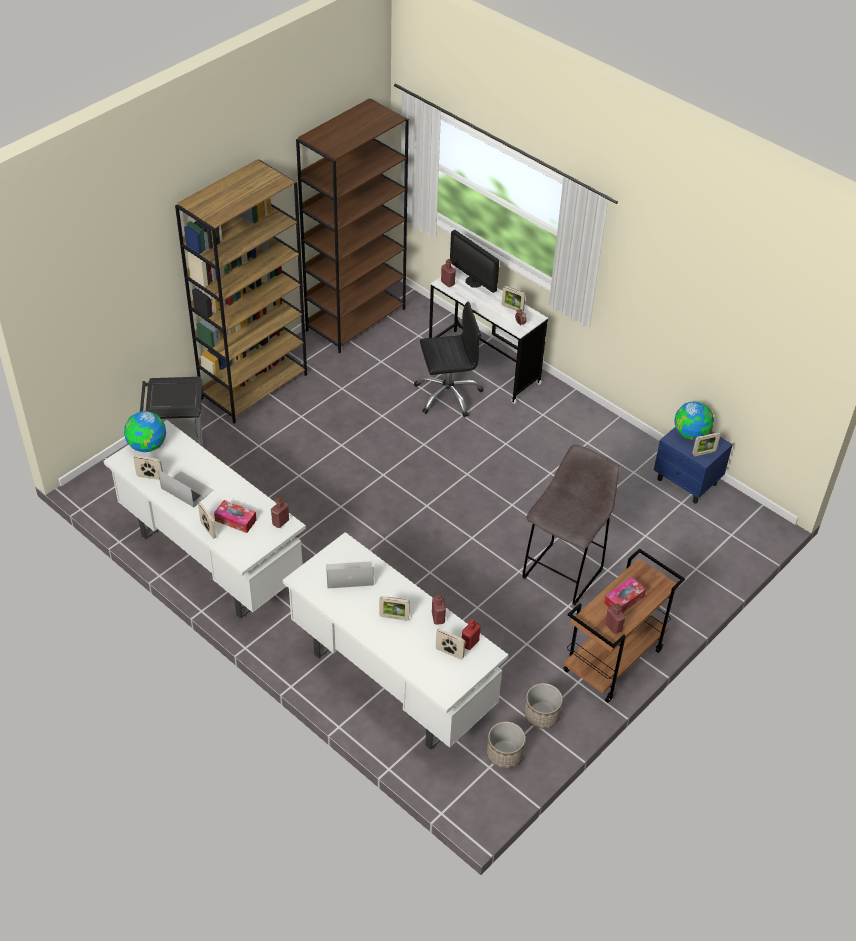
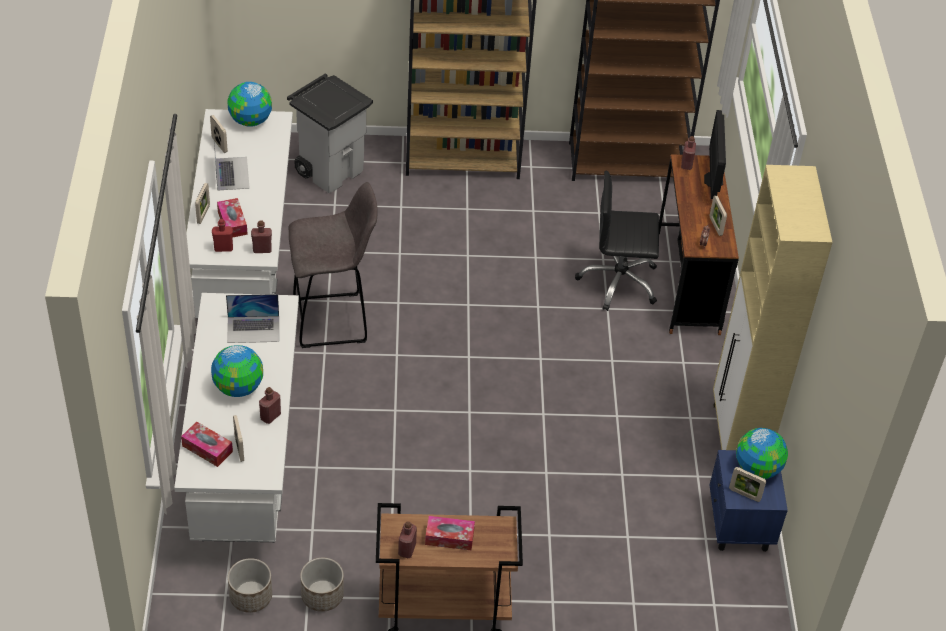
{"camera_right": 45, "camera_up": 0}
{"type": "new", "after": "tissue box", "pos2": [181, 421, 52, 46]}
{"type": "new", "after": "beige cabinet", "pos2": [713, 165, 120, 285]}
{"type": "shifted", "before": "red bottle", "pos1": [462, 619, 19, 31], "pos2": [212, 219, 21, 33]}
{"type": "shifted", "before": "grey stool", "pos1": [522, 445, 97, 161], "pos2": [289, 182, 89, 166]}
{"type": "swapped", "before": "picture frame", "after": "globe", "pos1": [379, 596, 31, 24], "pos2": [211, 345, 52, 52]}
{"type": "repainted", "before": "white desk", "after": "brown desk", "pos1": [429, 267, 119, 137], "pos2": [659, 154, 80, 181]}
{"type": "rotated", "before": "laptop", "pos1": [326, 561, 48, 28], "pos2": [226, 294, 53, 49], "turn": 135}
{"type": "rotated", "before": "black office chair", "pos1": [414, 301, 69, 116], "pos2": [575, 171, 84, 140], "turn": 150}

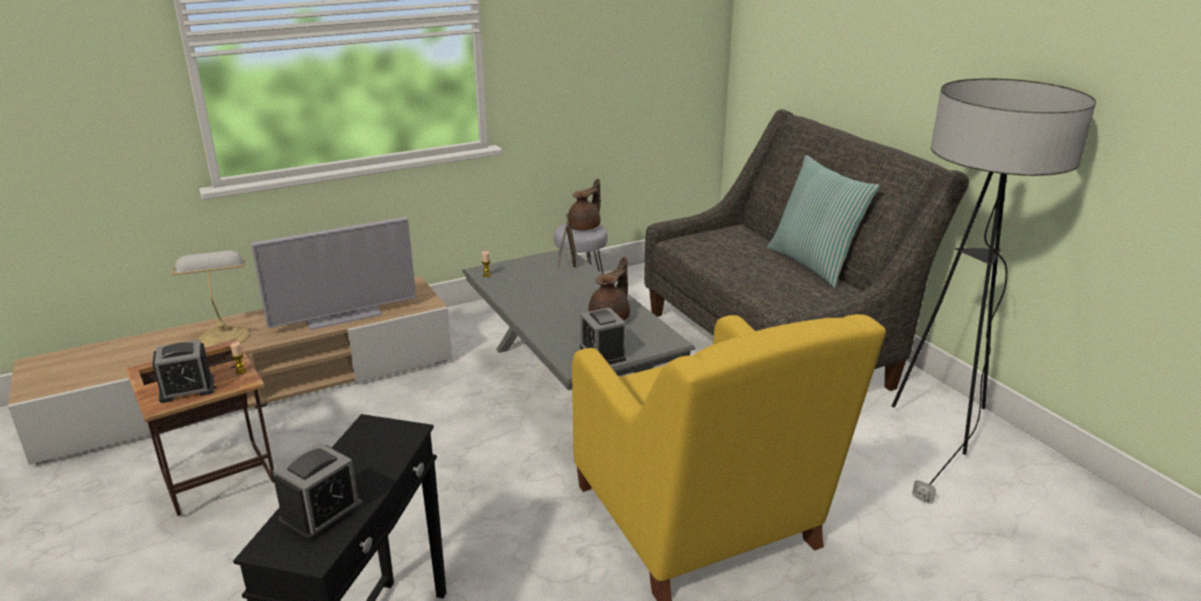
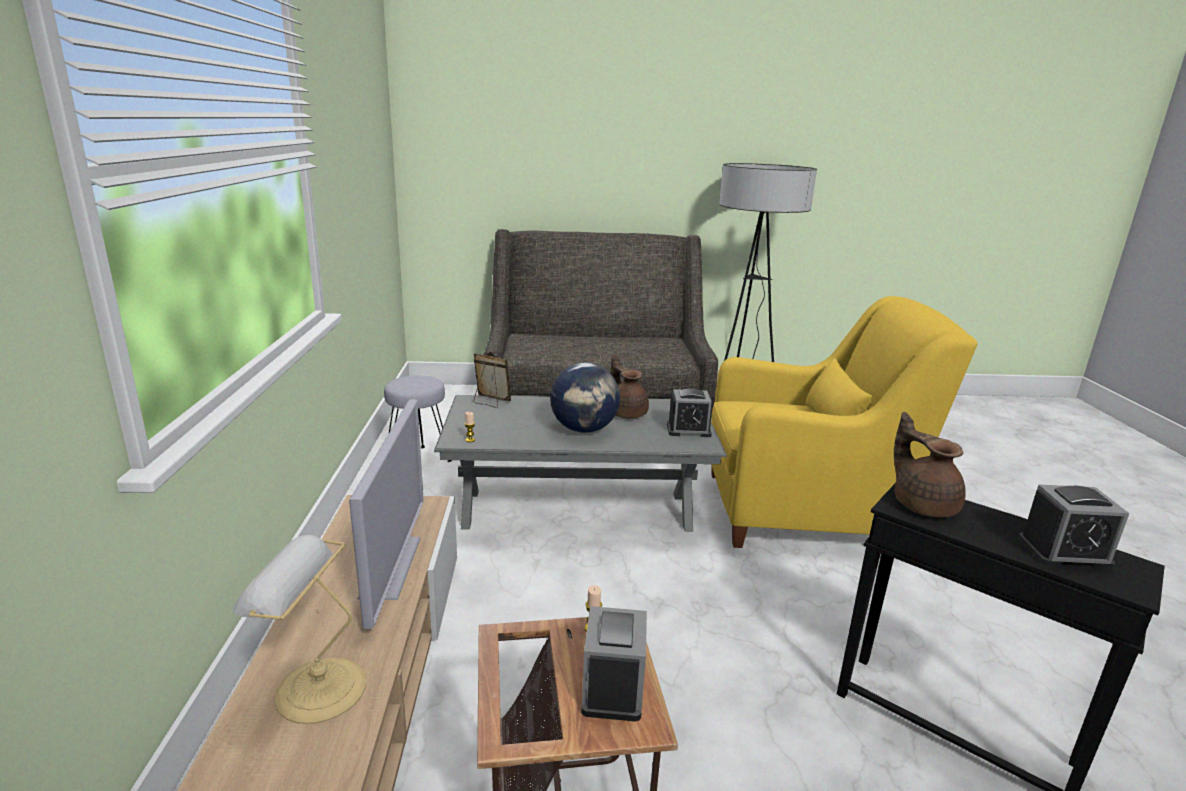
{"camera_right": -65, "camera_up": -5}
{"type": "gone", "before": "pillow", "pos1": [768, 155, 112, 133]}
{"type": "new", "after": "globe", "pos2": [550, 363, 70, 70]}
{"type": "shifted", "before": "brown teapot", "pos1": [568, 178, 33, 52], "pos2": [894, 412, 72, 106]}
{"type": "rotated", "before": "alarm clock", "pos1": [273, 442, 90, 100], "pos2": [1018, 485, 112, 84], "turn": 120}

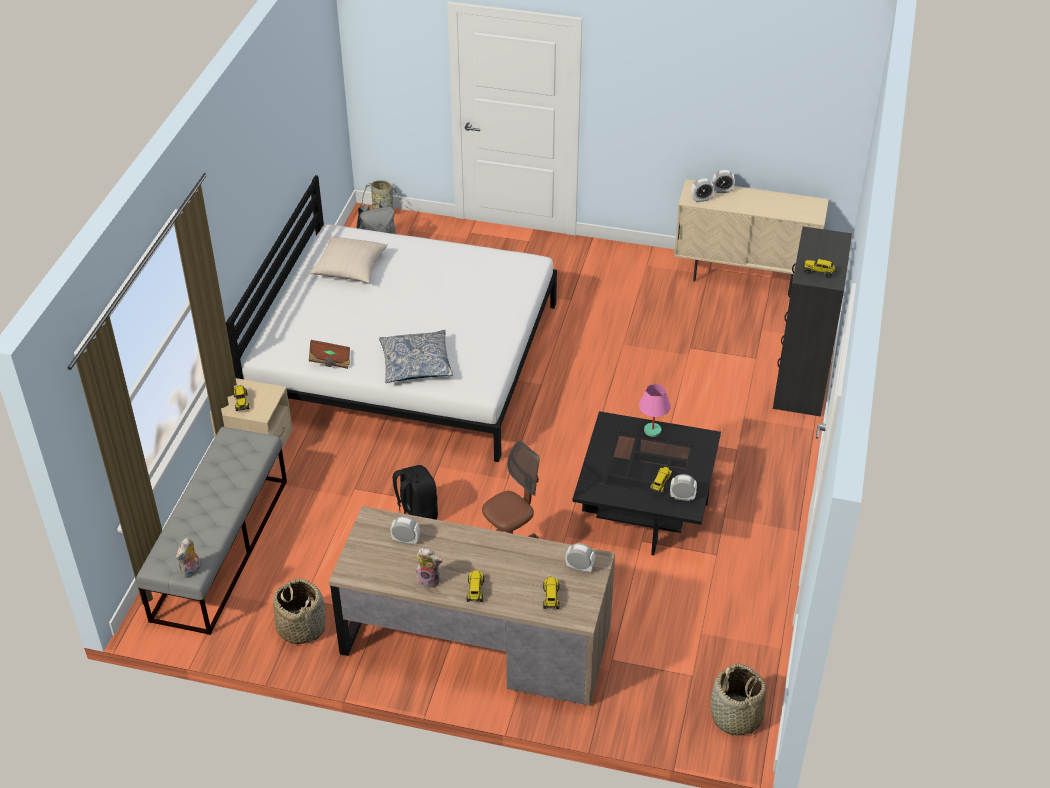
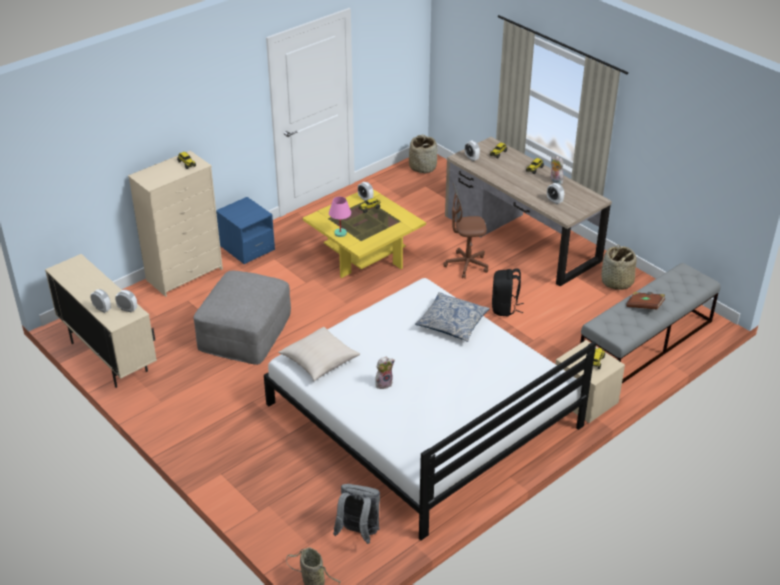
{"camera_right": -145, "camera_up": -5}
{"type": "new", "after": "grey ottoman", "pos2": [194, 271, 97, 94]}
{"type": "new", "after": "blue nightstand", "pos2": [216, 197, 59, 67]}
{"type": "shifted", "before": "plush toy", "pos1": [176, 537, 25, 41], "pos2": [375, 357, 20, 32]}
{"type": "shifted", "before": "brown book", "pos1": [309, 340, 41, 29], "pos2": [626, 292, 39, 18]}
{"type": "shifted", "before": "beige pillow", "pos1": [310, 236, 78, 47], "pos2": [278, 327, 82, 54]}
{"type": "repainted", "before": "black coffee table", "after": "yellow coffee table", "pos1": [572, 411, 149, 144], "pos2": [303, 189, 123, 89]}
{"type": "repainted", "before": "black dresser", "after": "beige dresser", "pos1": [773, 226, 79, 191], "pos2": [128, 151, 95, 146]}

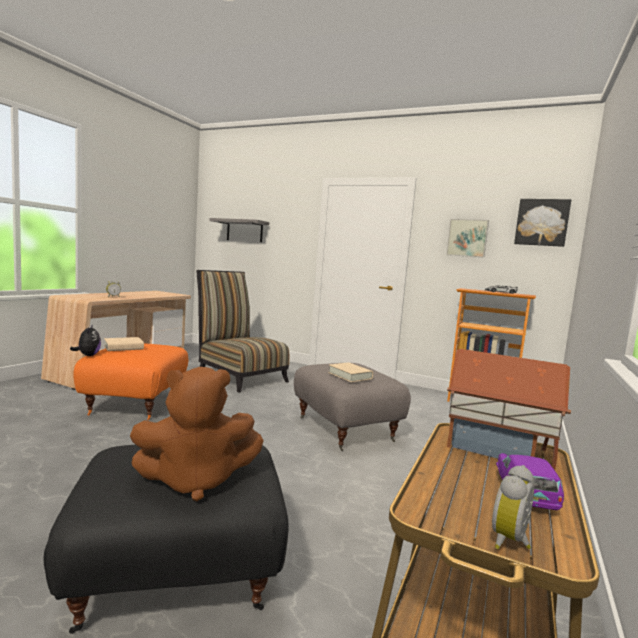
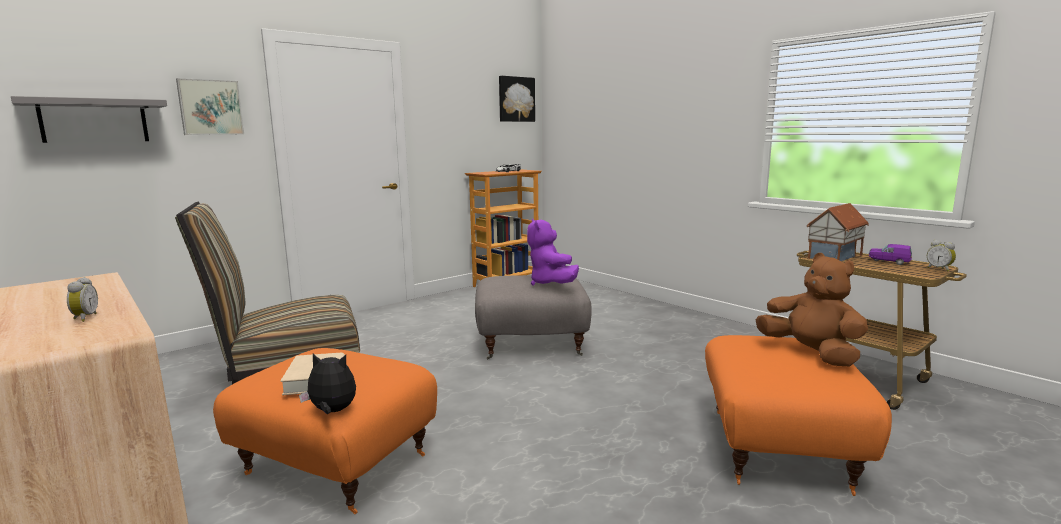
{"camera_right": -65, "camera_up": 5}
{"type": "shifted", "before": "picture", "pos1": [446, 219, 43, 39], "pos2": [176, 78, 68, 57]}
{"type": "swapped", "before": "beige book", "after": "purple plush toy", "pos1": [328, 362, 45, 20], "pos2": [527, 219, 52, 67]}
{"type": "repainted", "before": "black ottoman", "after": "orange ottoman", "pos1": [44, 444, 245, 190], "pos2": [705, 335, 187, 161]}
{"type": "rotated", "before": "brown plush toy", "pos1": [130, 367, 134, 135], "pos2": [756, 253, 112, 113], "turn": -45}

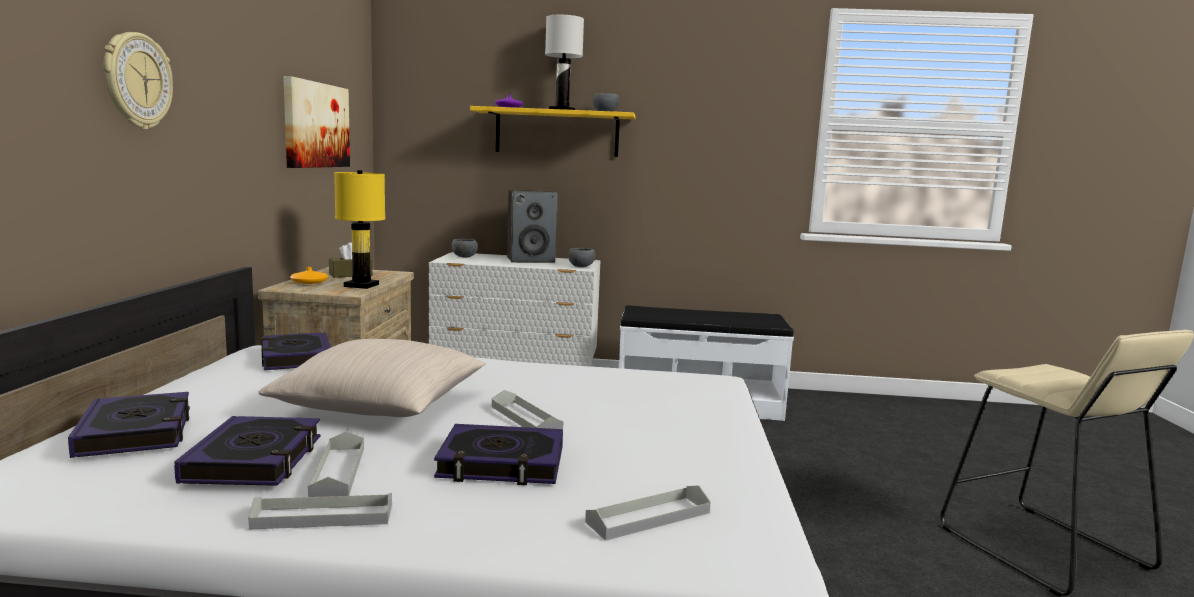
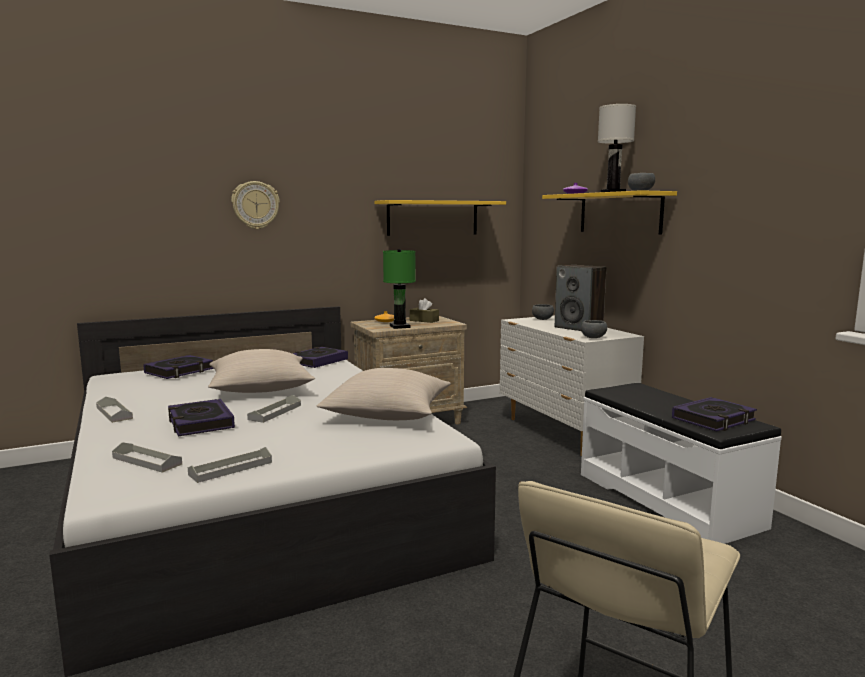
{"camera_right": 60, "camera_up": 0}
{"type": "new", "after": "beige pillow", "pos2": [317, 368, 134, 52]}
{"type": "shifted", "before": "book", "pos1": [174, 416, 147, 70], "pos2": [672, 397, 85, 35]}
{"type": "shifted", "before": "grey tray", "pos1": [308, 431, 56, 66], "pos2": [188, 447, 84, 36]}
{"type": "swapped", "before": "picture", "after": "yellow shelf", "pos1": [283, 76, 67, 92], "pos2": [375, 200, 131, 36]}
{"type": "repainted", "before": "yellow table lamp", "after": "green table lamp", "pos1": [334, 170, 51, 119], "pos2": [383, 249, 33, 80]}

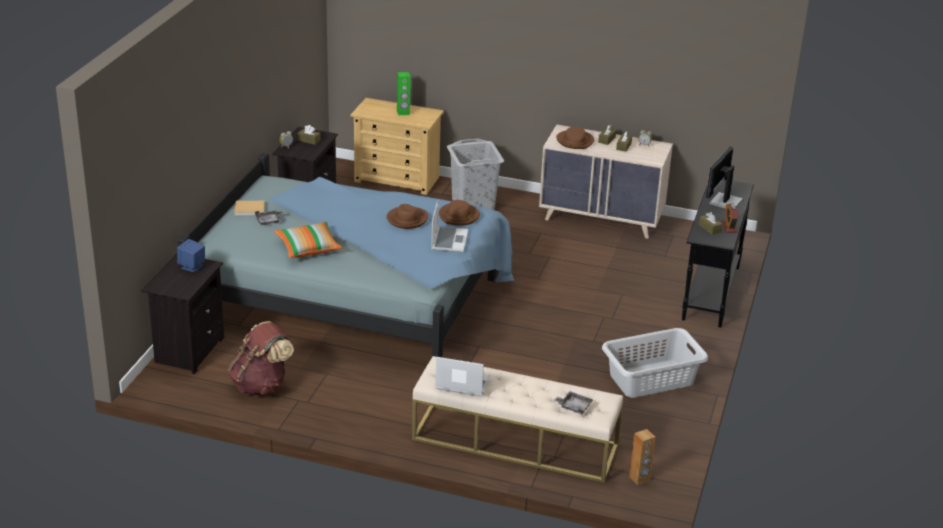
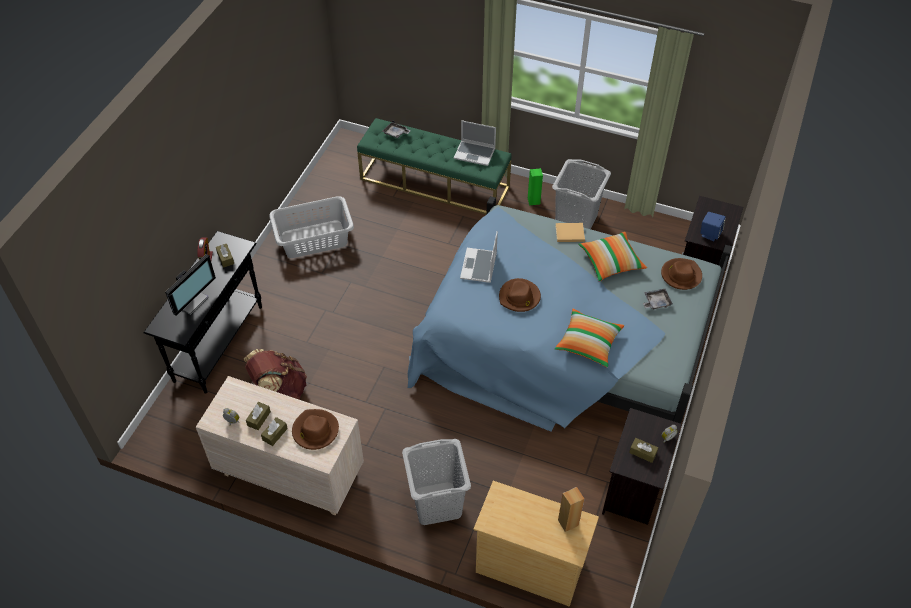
{"camera_right": -175, "camera_up": 20}
{"type": "new", "after": "grey laundry basket", "pos2": [552, 159, 59, 70]}
{"type": "new", "after": "pillow", "pos2": [555, 309, 69, 59]}
{"type": "shifted", "before": "brown backpack", "pos1": [228, 321, 66, 74], "pos2": [243, 349, 64, 51]}
{"type": "shifted", "before": "beige book", "pos1": [234, 201, 31, 15], "pos2": [555, 223, 30, 19]}
{"type": "shifted", "before": "green speaker", "pos1": [397, 72, 14, 43], "pos2": [528, 168, 15, 38]}
{"type": "shifted", "before": "brown hat", "pos1": [439, 200, 41, 26], "pos2": [661, 258, 41, 32]}
{"type": "shifted", "before": "brown speaker", "pos1": [629, 429, 26, 56], "pos2": [558, 487, 26, 45]}
{"type": "repainted", "before": "beige bench", "after": "green bench", "pos1": [412, 356, 211, 127], "pos2": [357, 118, 155, 96]}

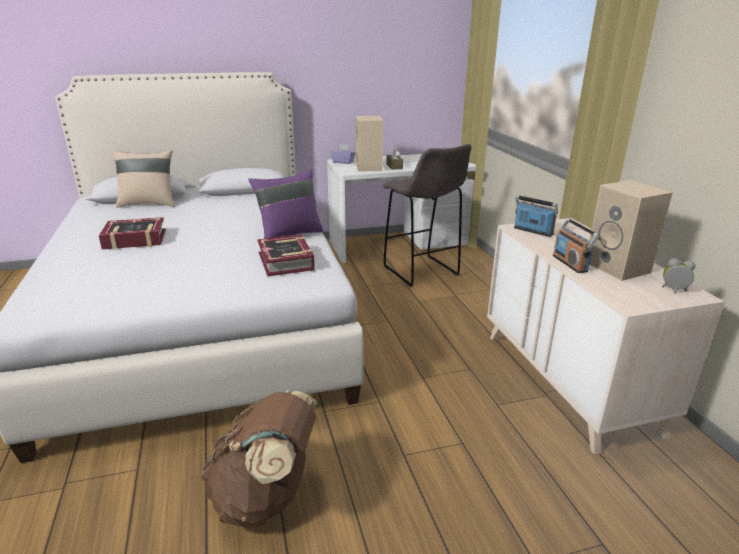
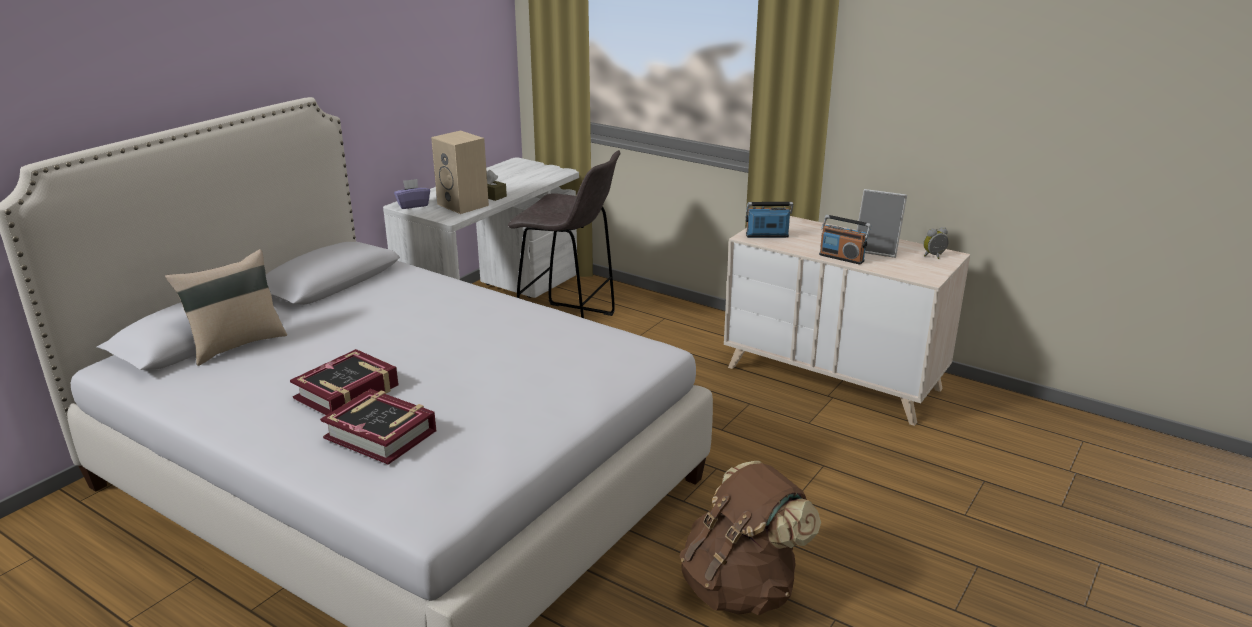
{"camera_right": -40, "camera_up": 0}
{"type": "gone", "before": "purple pillow", "pos1": [248, 169, 76, 70]}
{"type": "shifted", "before": "book", "pos1": [257, 235, 58, 42], "pos2": [320, 389, 116, 76]}
{"type": "swapped", "before": "beige speaker", "after": "picture frame", "pos1": [589, 180, 84, 101], "pos2": [857, 189, 50, 69]}

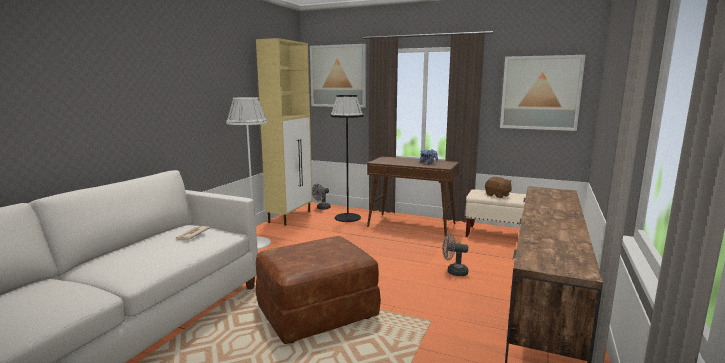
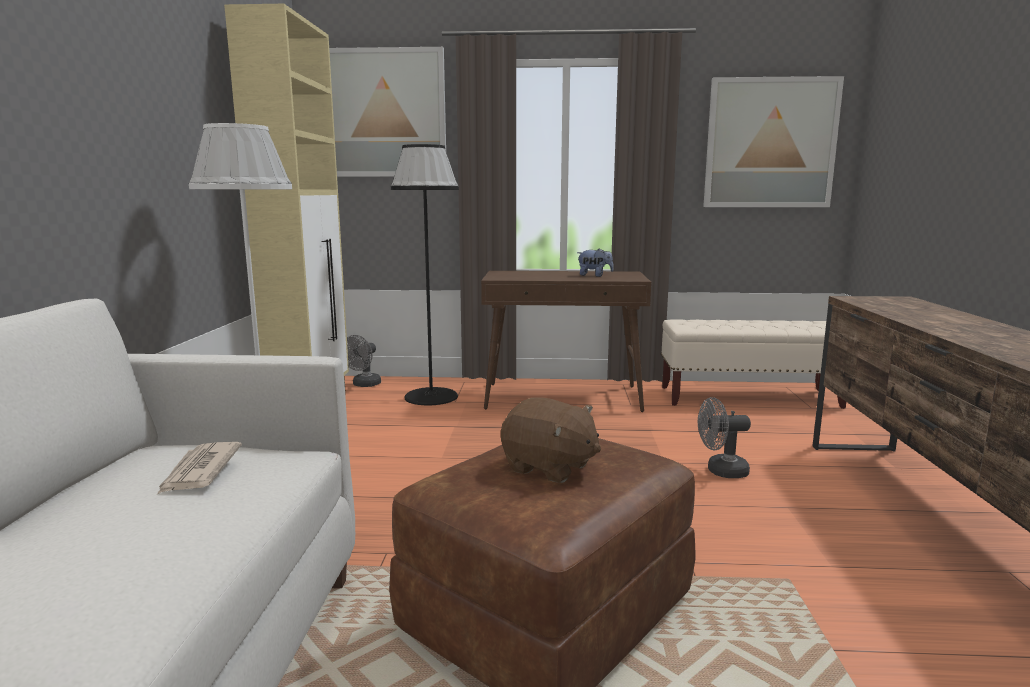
{"camera_right": -20, "camera_up": 0}
{"type": "shifted", "before": "brown plush toy", "pos1": [485, 177, 27, 21], "pos2": [501, 397, 100, 86]}

